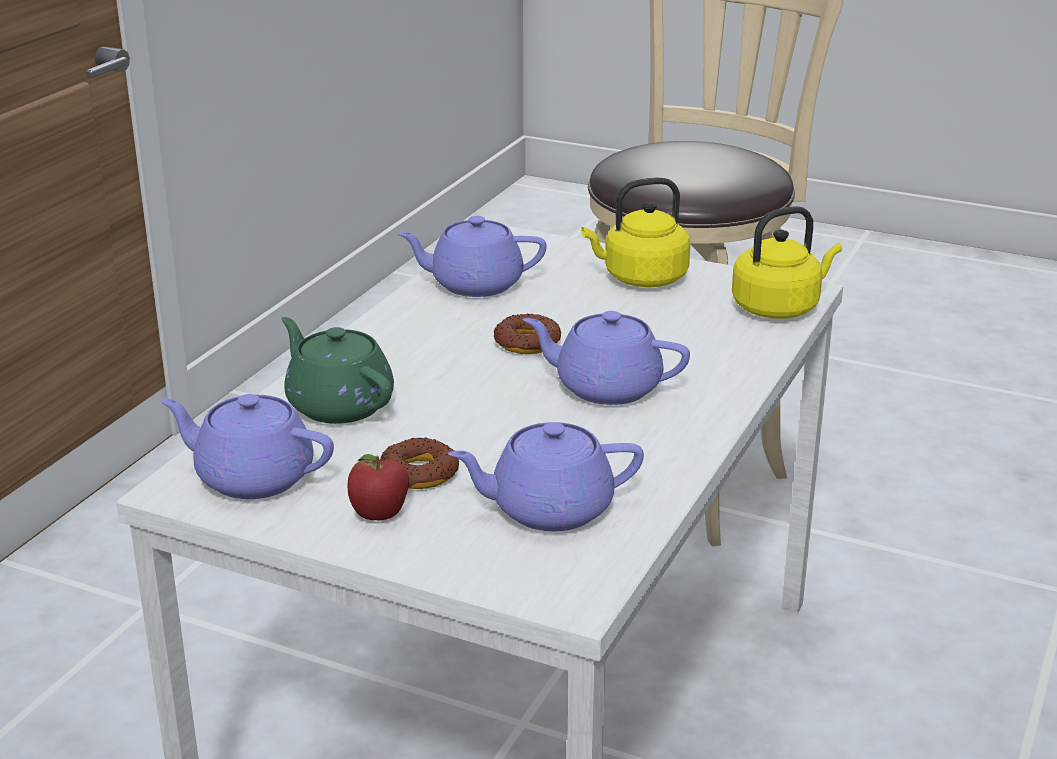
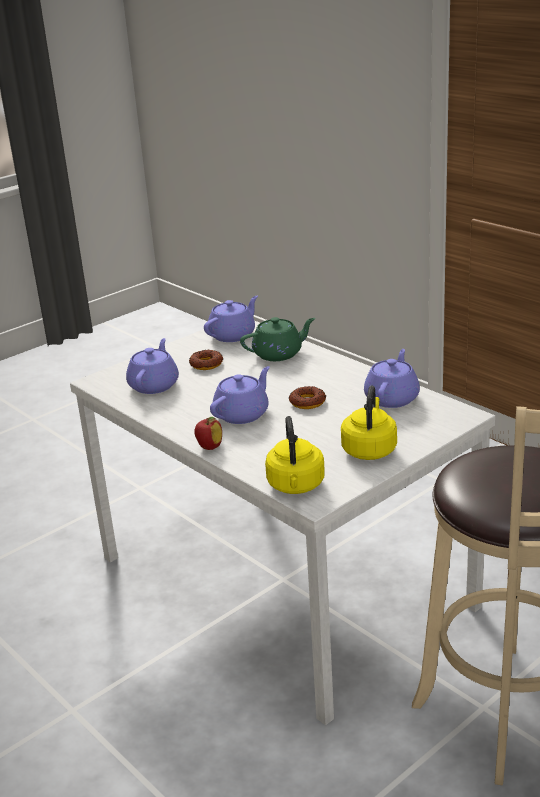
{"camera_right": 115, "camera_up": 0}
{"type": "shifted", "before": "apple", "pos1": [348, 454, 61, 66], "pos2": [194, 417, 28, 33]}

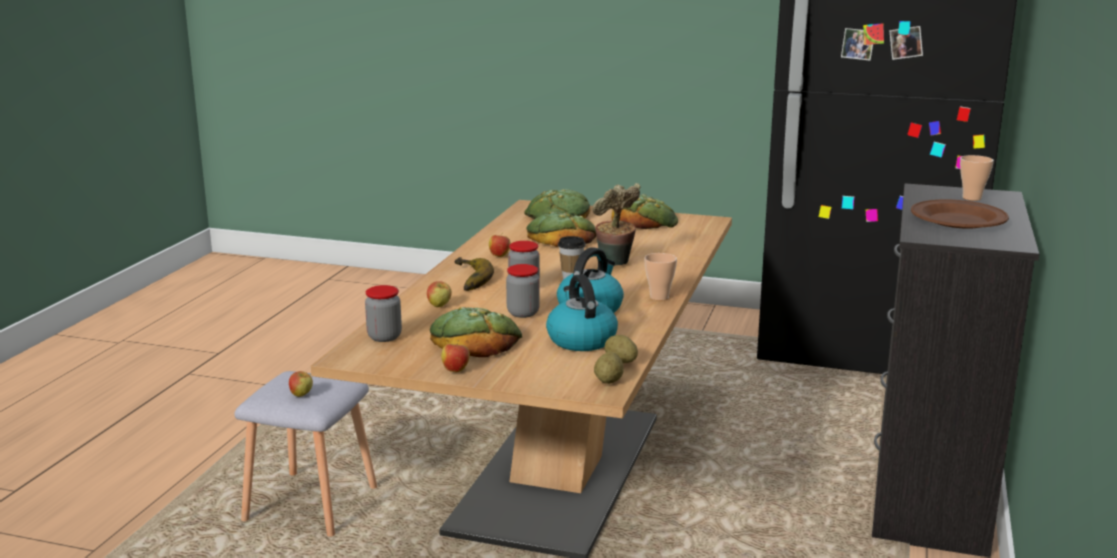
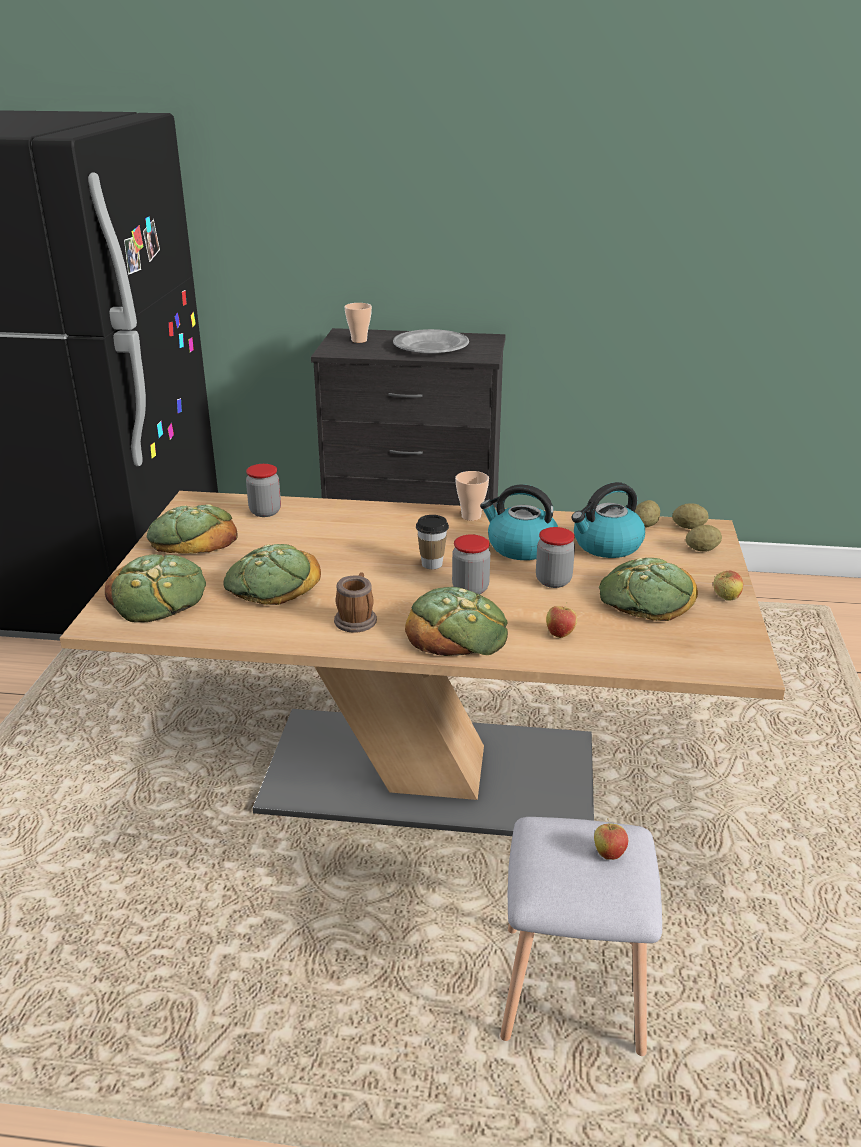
{"camera_right": -100, "camera_up": 10}
{"type": "gone", "before": "potted plant", "pos1": [592, 183, 49, 82]}
{"type": "new", "after": "potato", "pos2": [686, 525, 36, 27]}
{"type": "shifted", "before": "jar", "pos1": [365, 285, 37, 57], "pos2": [246, 464, 35, 53]}
{"type": "swapped", "before": "banana", "after": "bread", "pos1": [455, 257, 39, 34], "pos2": [405, 587, 103, 69]}
{"type": "swapped", "before": "apple", "after": "mug", "pos1": [489, 233, 22, 24], "pos2": [334, 573, 43, 59]}
{"type": "repainted", "before": "brown plate", "after": "grey plate", "pos1": [911, 199, 98, 30], "pos2": [393, 329, 76, 25]}

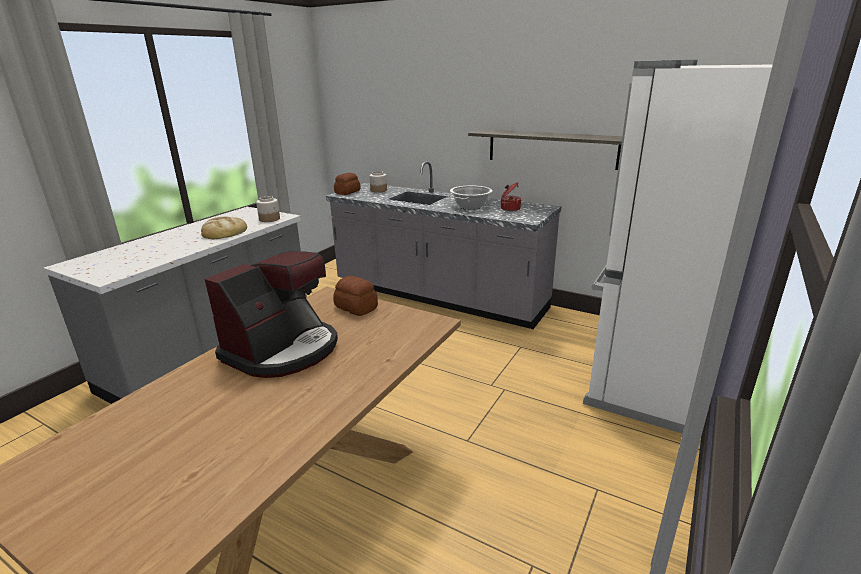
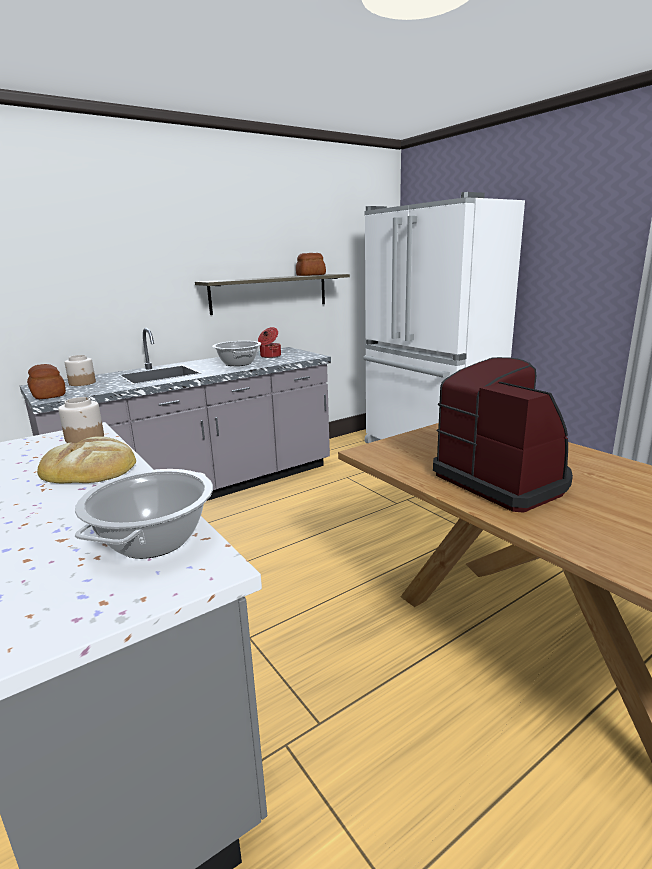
{"camera_right": -65, "camera_up": -5}
{"type": "new", "after": "cooking pot", "pos2": [75, 469, 138, 90]}
{"type": "shifted", "before": "bread", "pos1": [333, 276, 45, 40], "pos2": [296, 253, 30, 23]}

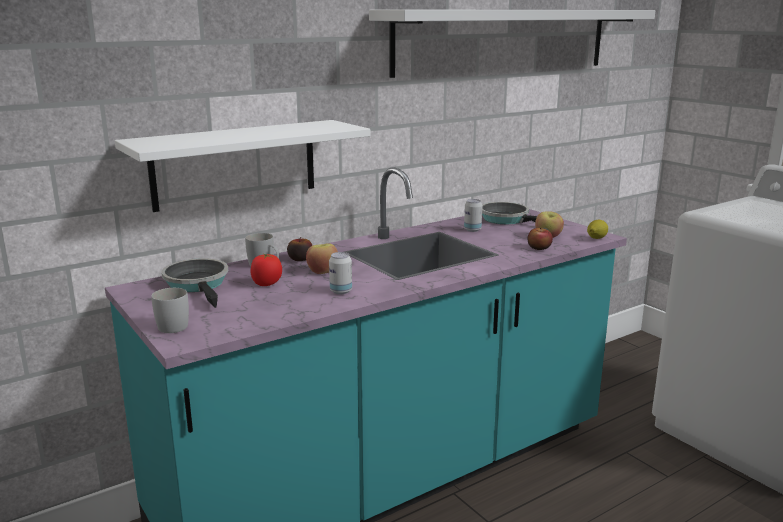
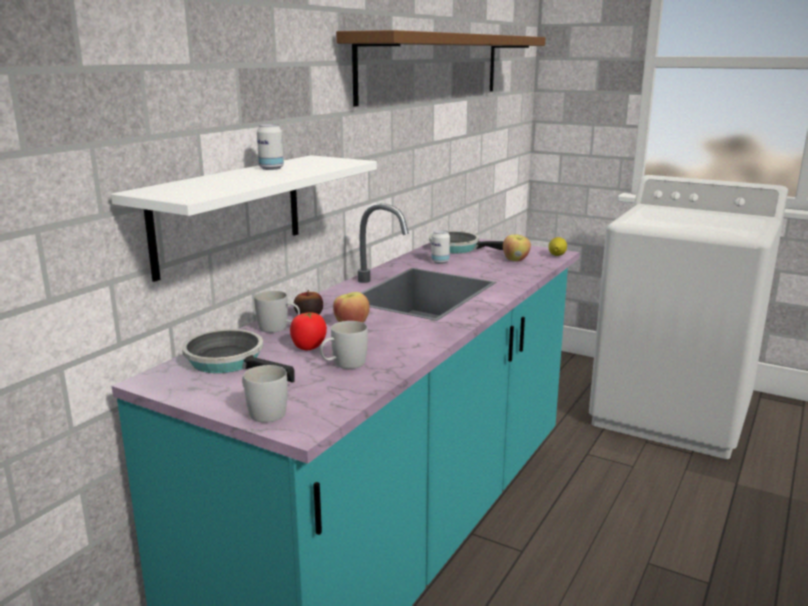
{"camera_right": -25, "camera_up": 0}
{"type": "gone", "before": "apple", "pos1": [528, 228, 25, 22]}
{"type": "new", "after": "white mug", "pos2": [320, 321, 48, 48]}
{"type": "shifted", "before": "can", "pos1": [329, 252, 23, 42], "pos2": [257, 124, 27, 46]}
{"type": "repainted", "before": "white shelf", "after": "brown shelf", "pos1": [369, 9, 286, 69], "pos2": [336, 30, 209, 77]}

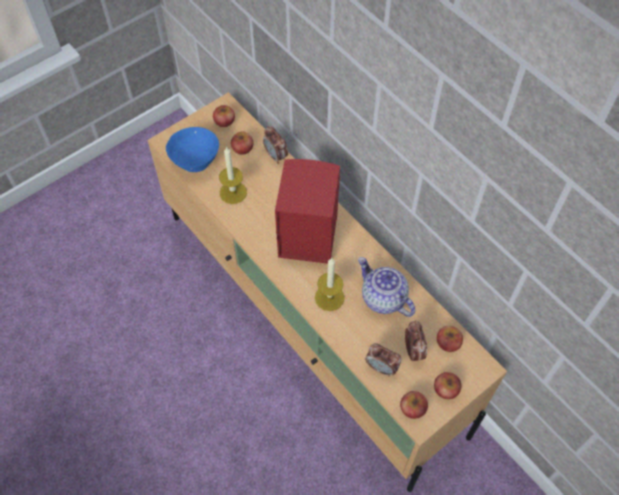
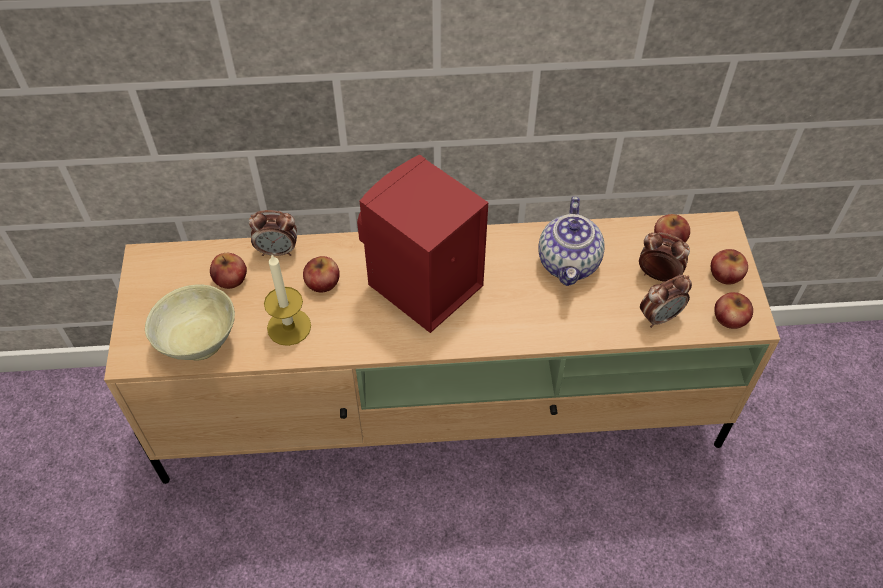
{"camera_right": -55, "camera_up": -5}
{"type": "gone", "before": "candle", "pos1": [315, 258, 30, 53]}
{"type": "shifted", "before": "apple", "pos1": [213, 105, 22, 22], "pos2": [303, 256, 37, 37]}
{"type": "repainted", "before": "blue bowl", "after": "beige bowl", "pos1": [166, 127, 53, 45], "pos2": [145, 284, 90, 76]}
{"type": "rotated", "before": "teapot", "pos1": [358, 257, 57, 60], "pos2": [538, 197, 67, 89], "turn": -75}

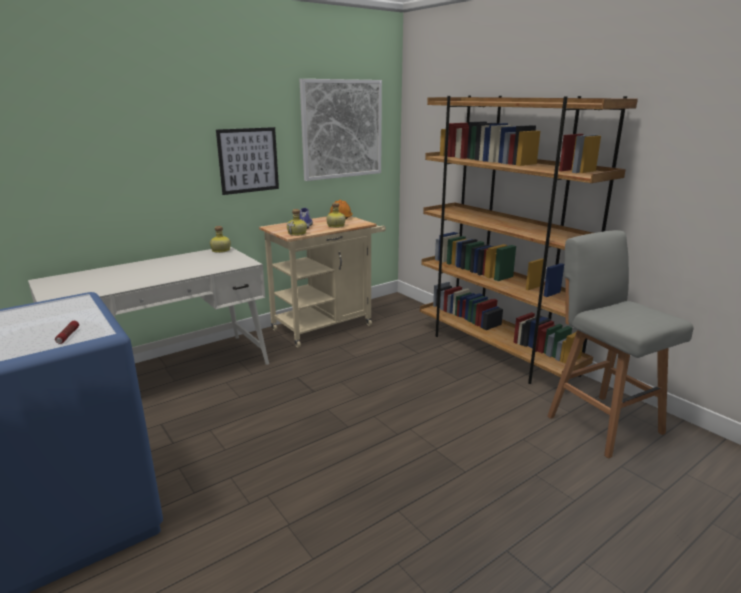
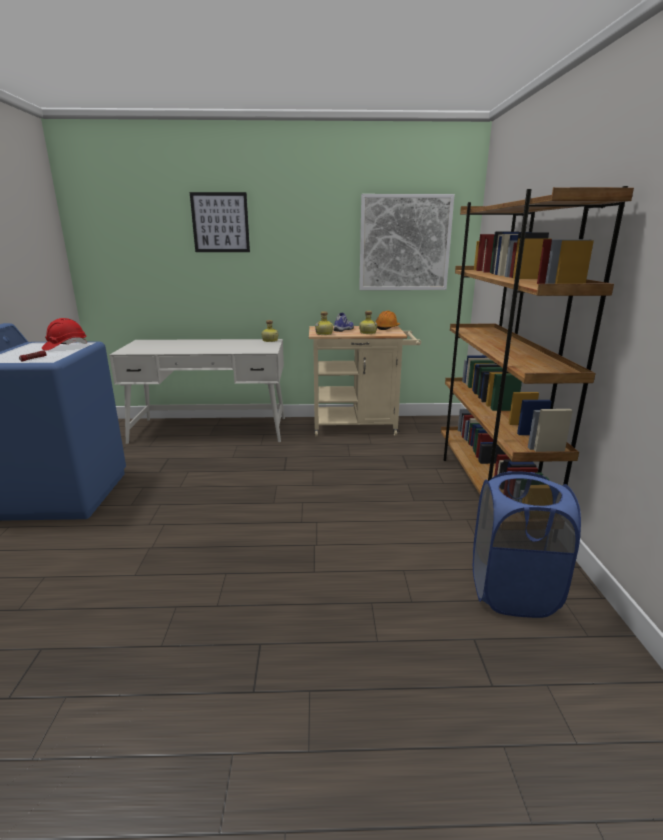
{"camera_right": 35, "camera_up": 0}
{"type": "new", "after": "red hard hat", "pos2": [42, 318, 45, 32]}
{"type": "shifted", "before": "picture", "pos1": [216, 127, 63, 68], "pos2": [190, 192, 60, 60]}
{"type": "swapped", "before": "grey stool", "after": "blue laundry basket", "pos1": [547, 230, 147, 228], "pos2": [473, 471, 108, 147]}

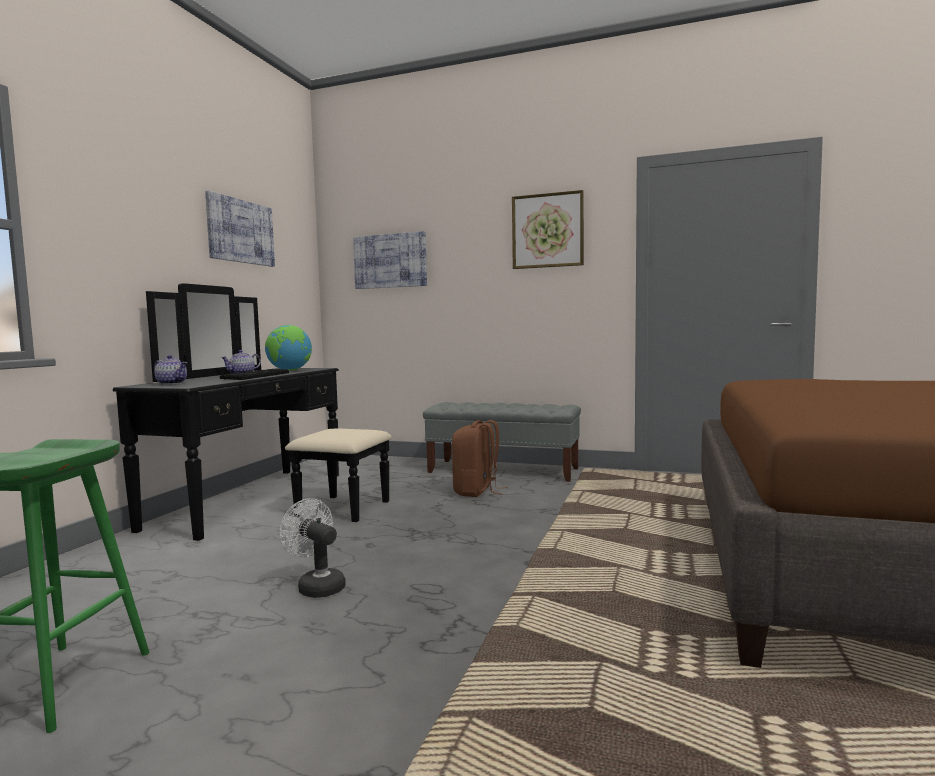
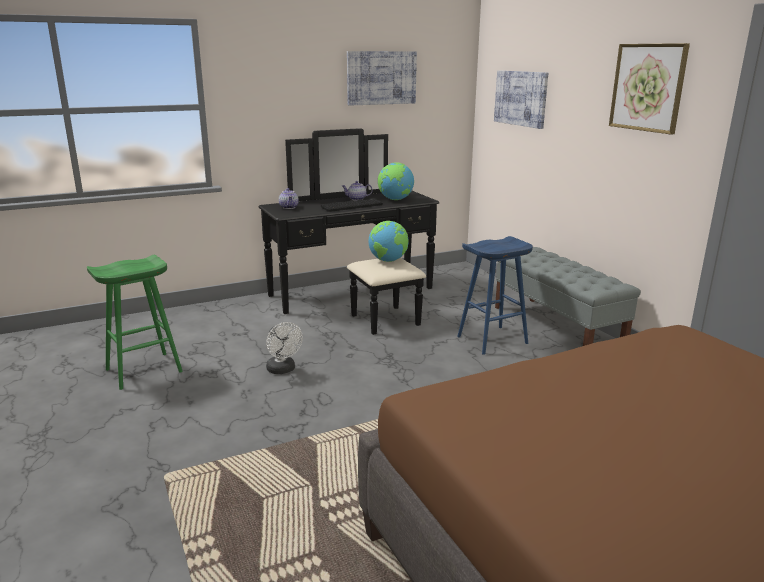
{"camera_right": 45, "camera_up": 15}
{"type": "new", "after": "globe", "pos2": [368, 221, 41, 41]}
{"type": "swapped", "before": "brown backpack", "after": "blue stool", "pos1": [452, 420, 56, 77], "pos2": [457, 236, 76, 119]}
{"type": "rotated", "before": "white fan", "pos1": [280, 498, 66, 100], "pos2": [266, 322, 37, 52], "turn": 150}

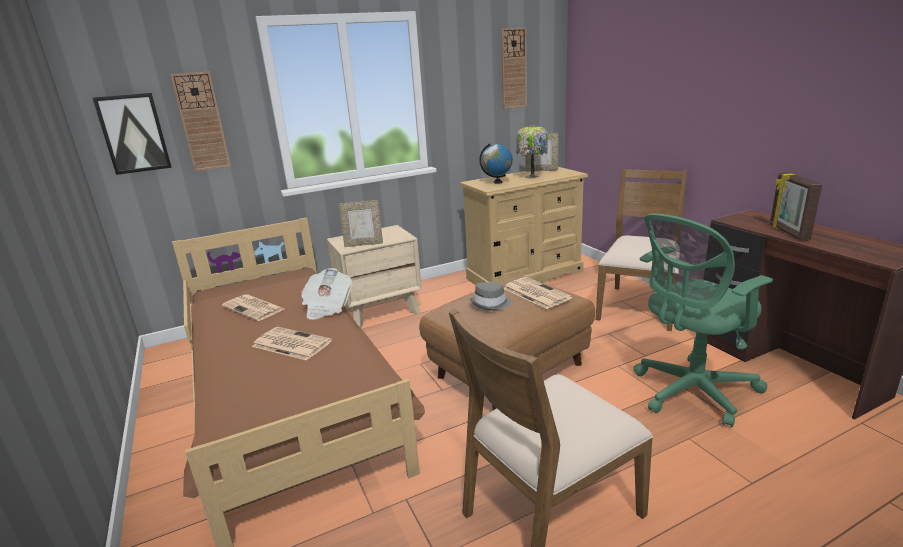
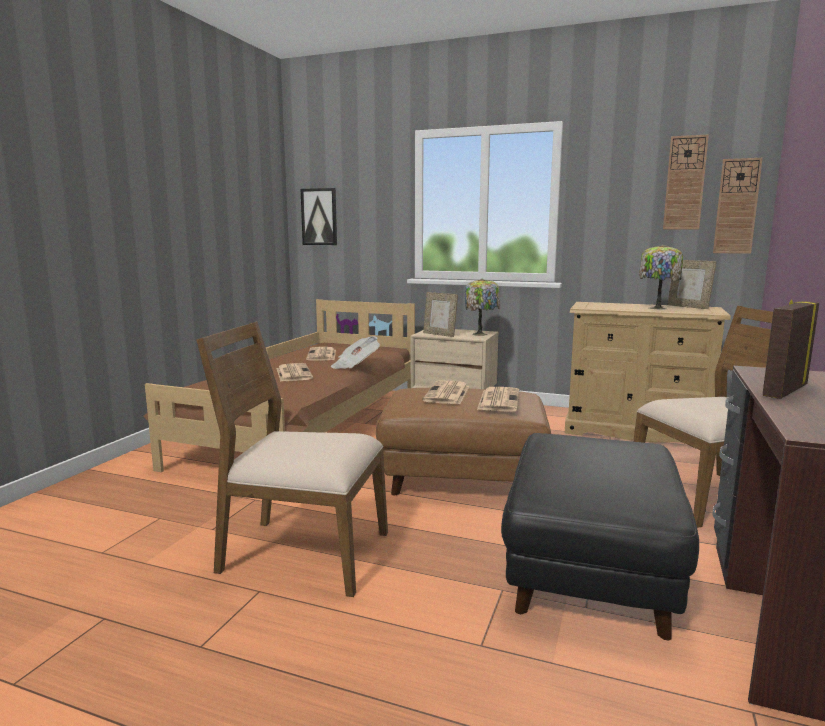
{"camera_right": 45, "camera_up": -10}
{"type": "gone", "before": "globe", "pos1": [479, 143, 34, 41]}
{"type": "new", "after": "table lamp", "pos2": [465, 279, 35, 57]}
{"type": "shifted", "before": "wall clock", "pos1": [171, 72, 60, 99], "pos2": [713, 158, 50, 96]}
{"type": "swapped", "before": "grey hat", "after": "newspaper", "pos1": [470, 282, 41, 29], "pos2": [423, 381, 46, 23]}
{"type": "swapped", "before": "green office chair", "after": "black ottoman", "pos1": [633, 213, 140, 215], "pos2": [501, 433, 198, 207]}

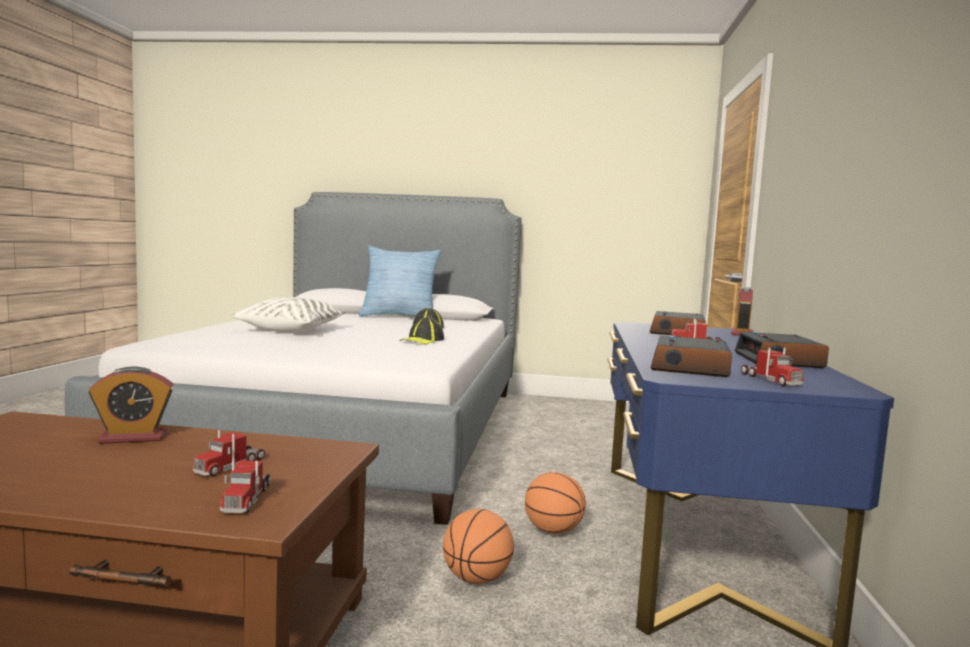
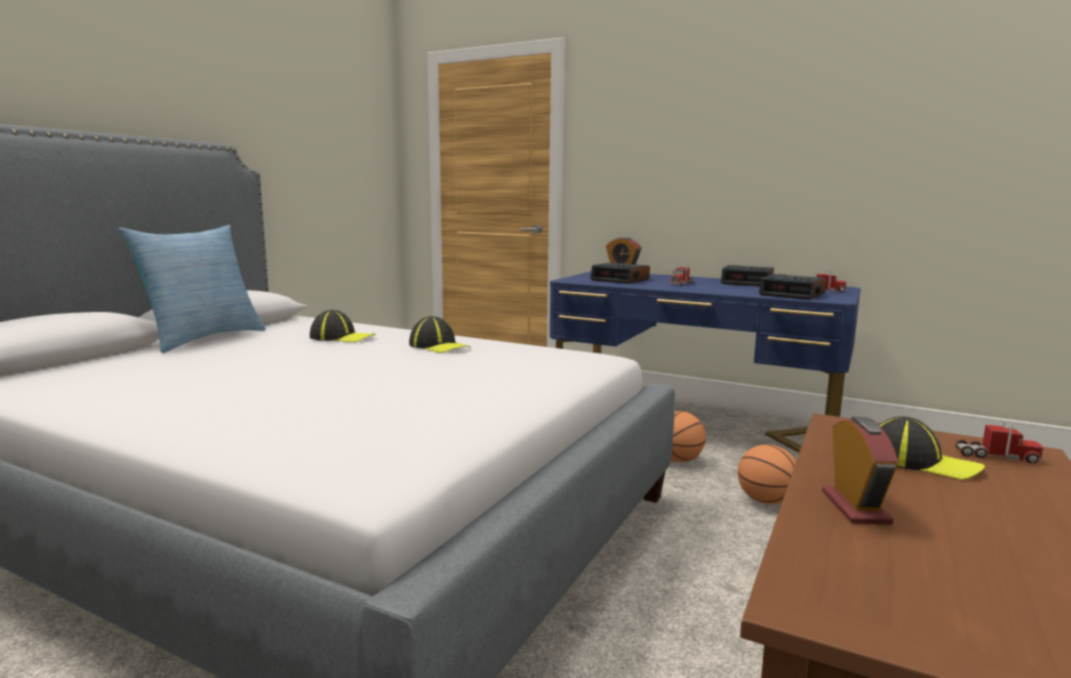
{"camera_right": -70, "camera_up": 5}
{"type": "gone", "before": "white pillow", "pos1": [231, 297, 115, 35]}
{"type": "swapped", "before": "toy truck", "after": "cap", "pos1": [193, 430, 72, 47], "pos2": [879, 416, 106, 64]}

